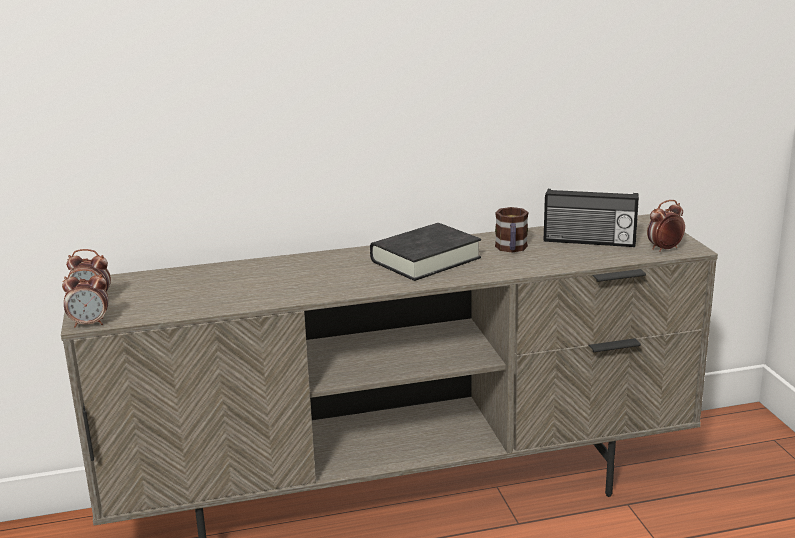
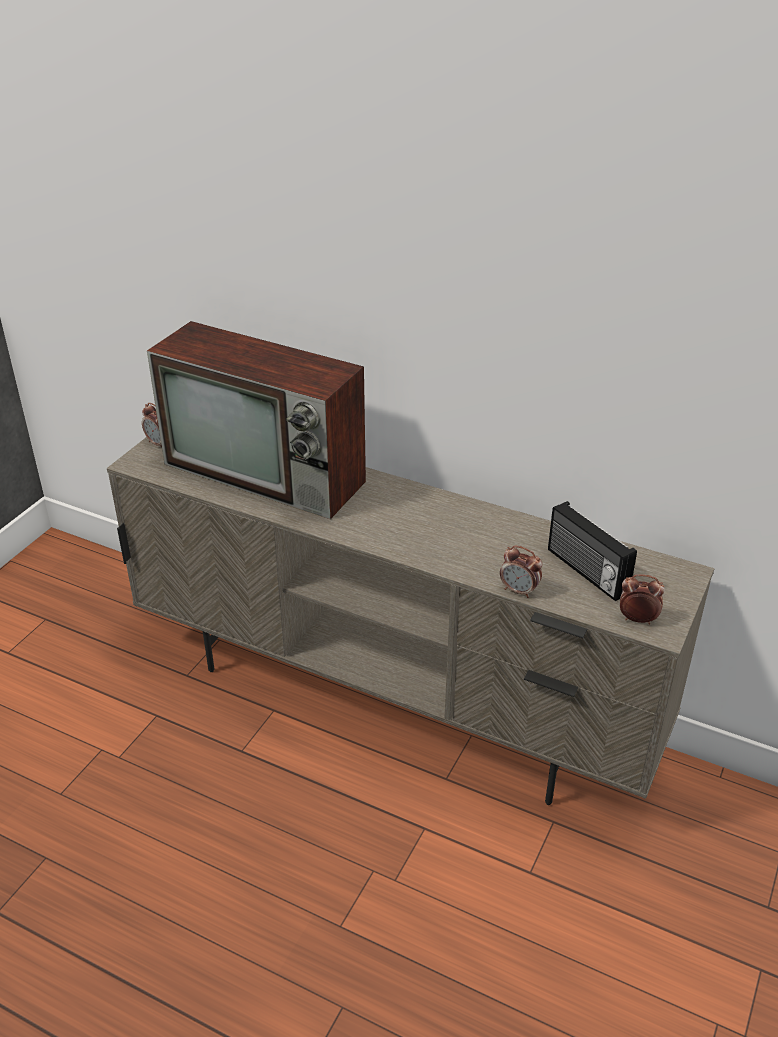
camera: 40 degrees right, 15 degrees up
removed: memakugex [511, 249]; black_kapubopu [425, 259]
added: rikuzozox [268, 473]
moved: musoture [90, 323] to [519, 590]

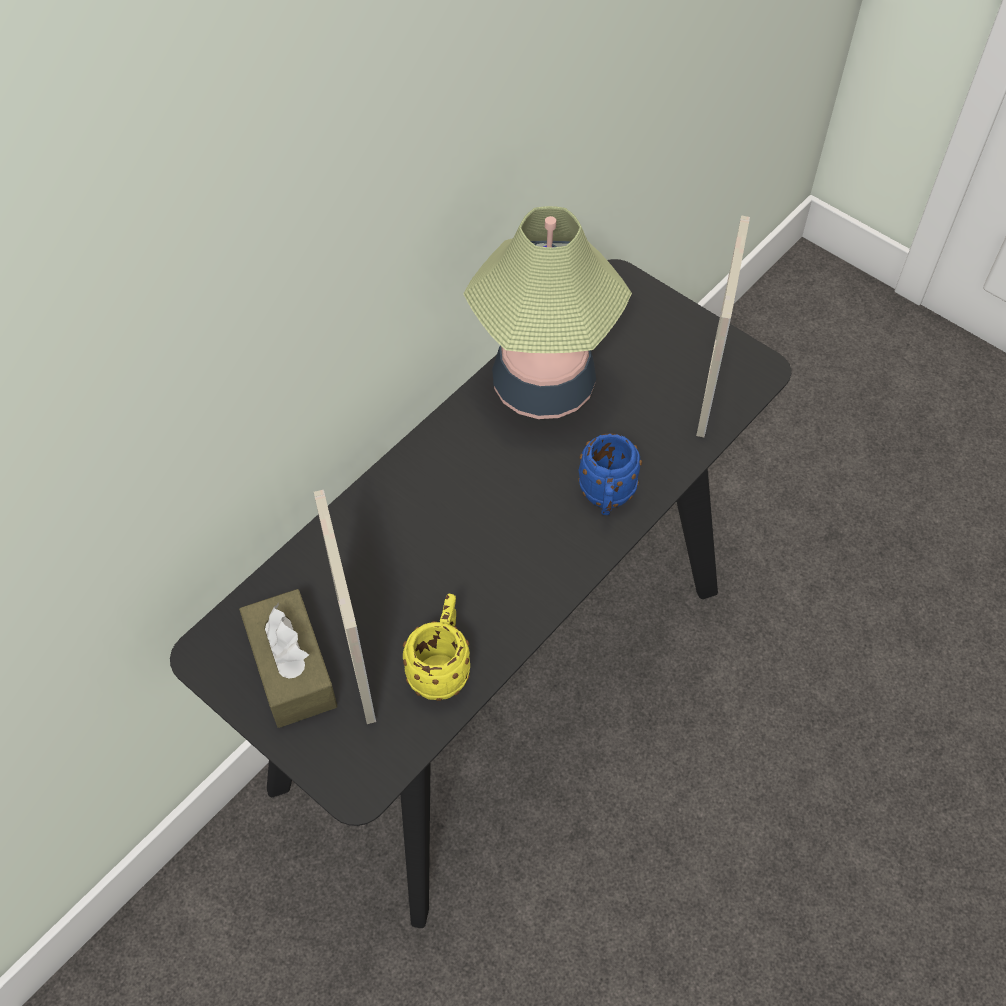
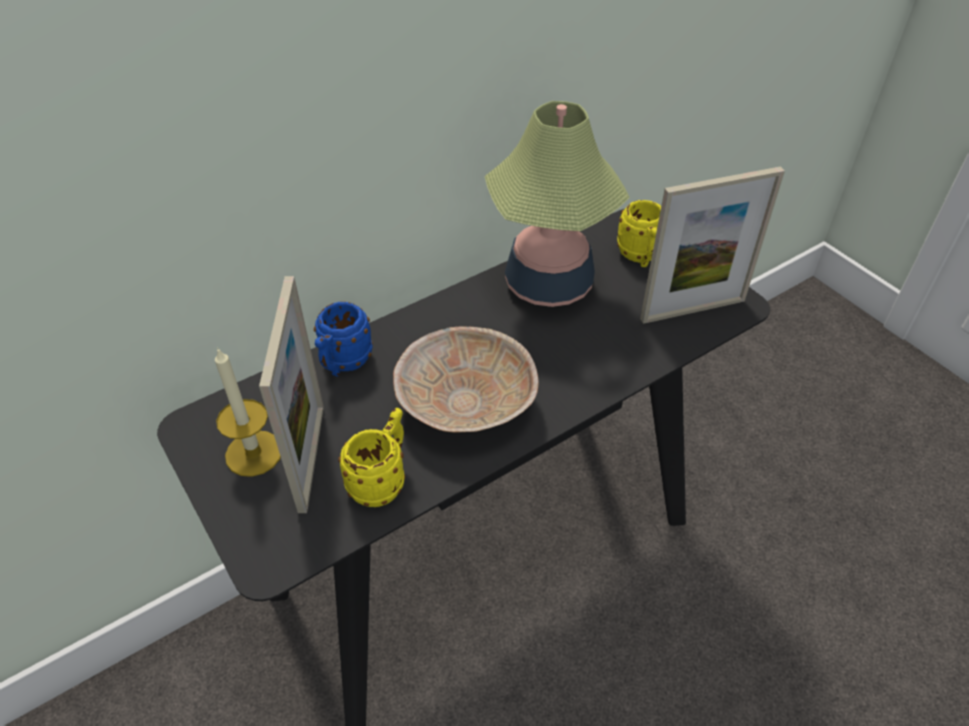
camera: 15 degrees right, 10 degrees down
added: yellow_memakugex [640, 257]; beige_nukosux [464, 401]
moved: blue_memakugex [606, 498] to [343, 364]
replaced: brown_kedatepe [291, 668] to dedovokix [254, 453]
turned: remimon [709, 387] = [692, 310] 45 degrees clockwise

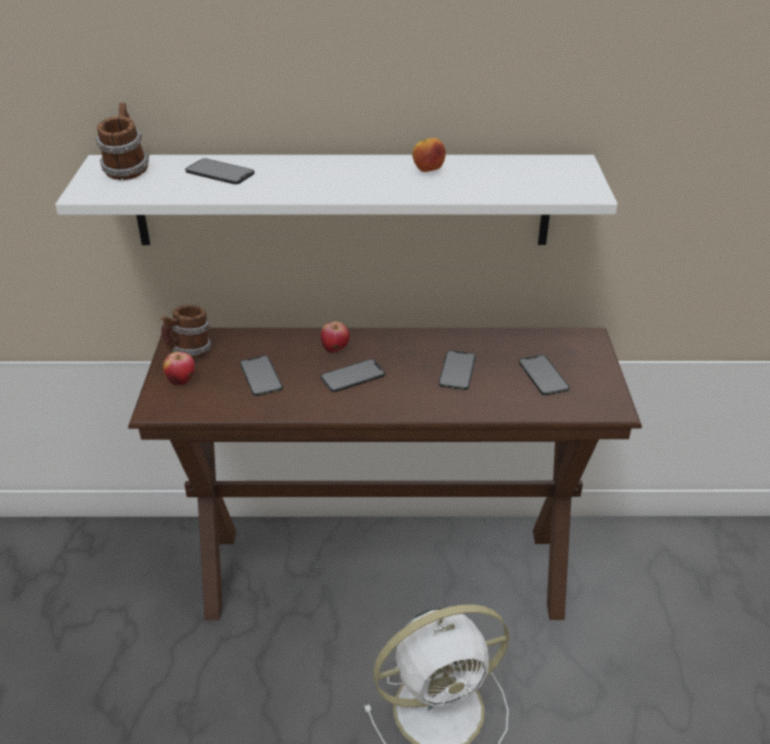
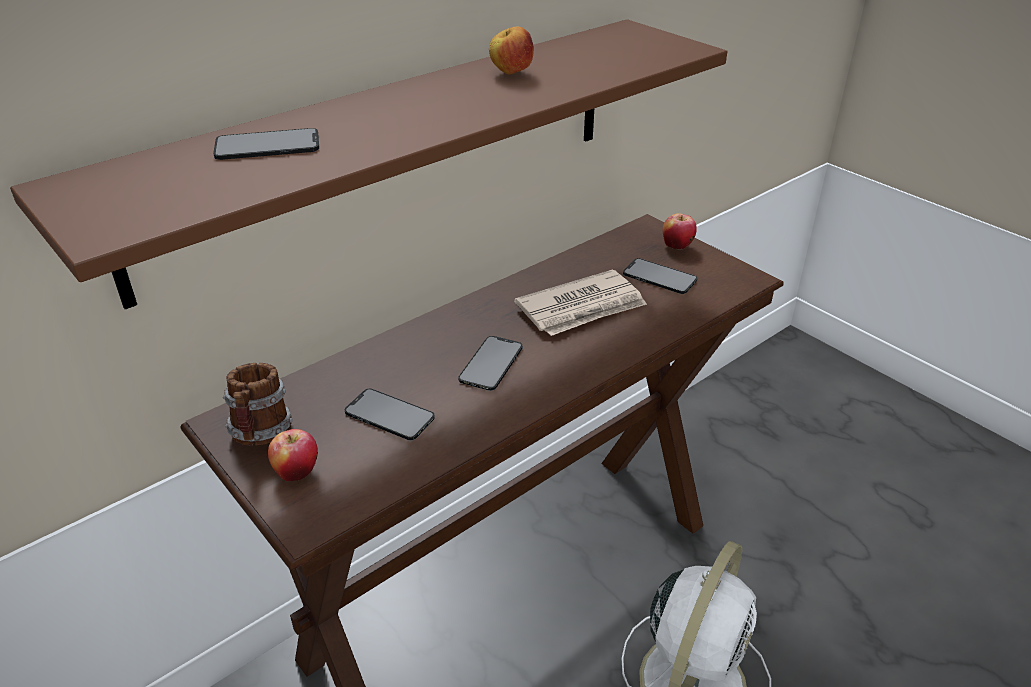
camera: 40 degrees left, 0 degrees up
removed: memakugex [126, 170]
moved: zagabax [335, 350] to [677, 246]
replaced: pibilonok [457, 370] to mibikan [582, 308]
recoloured: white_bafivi [342, 200] to brown_bafivi [389, 149]

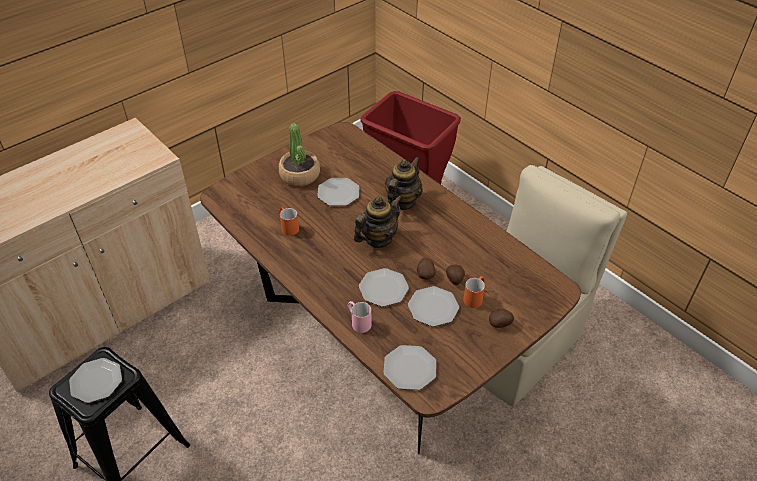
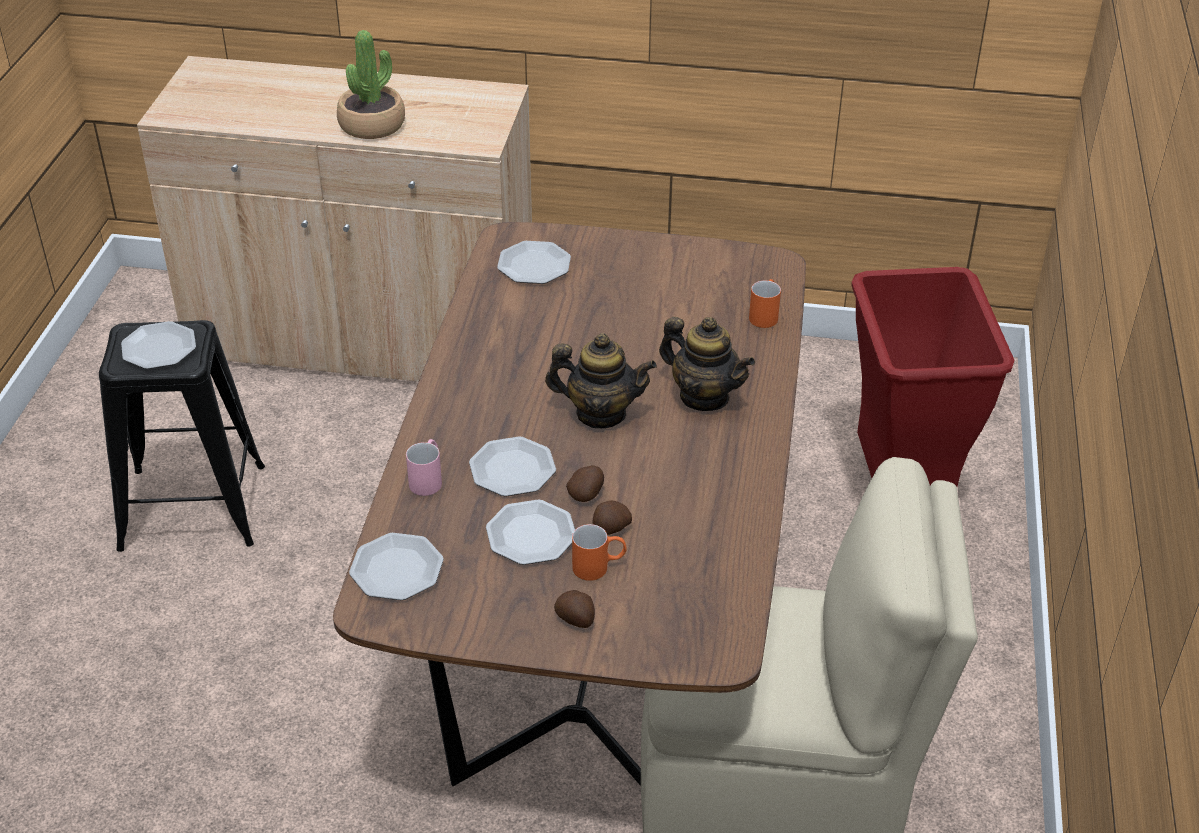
camera: 50 degrees right, 5 degrees down
moved: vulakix [300, 175] to [372, 125]; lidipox [339, 193] to [534, 265]; orange_memakugex [288, 227] to [765, 314]
turned: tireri [402, 202] = [704, 396] 45 degrees clockwise

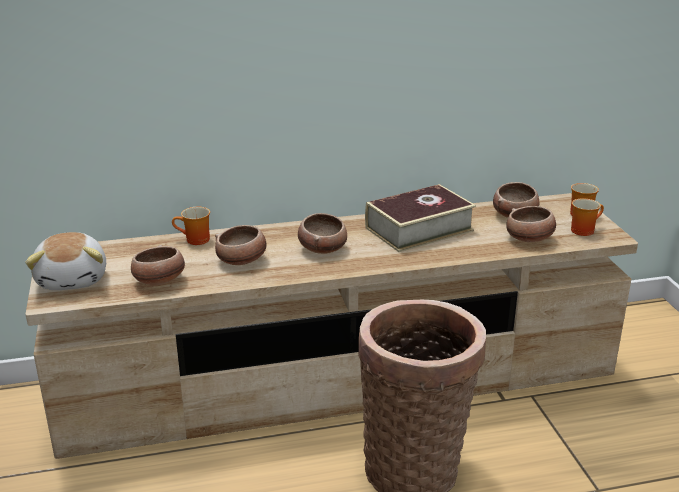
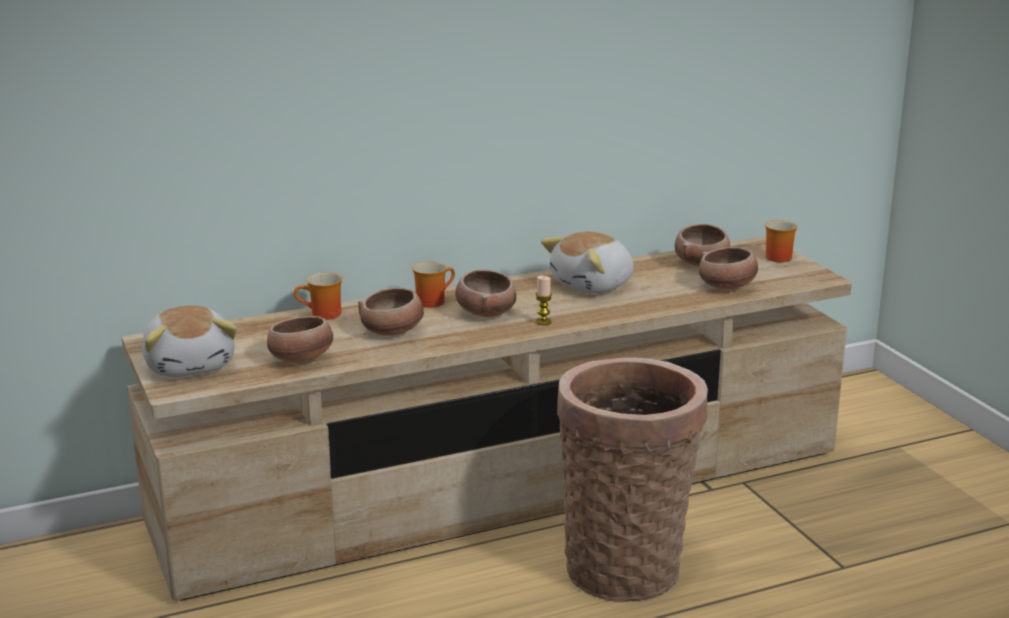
camera: 10 degrees left, 5 degrees down
added: dedovokix [543, 322]
moved: memakugex [583, 229] to [432, 301]
replaced: kapubopu [419, 229] to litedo [593, 285]

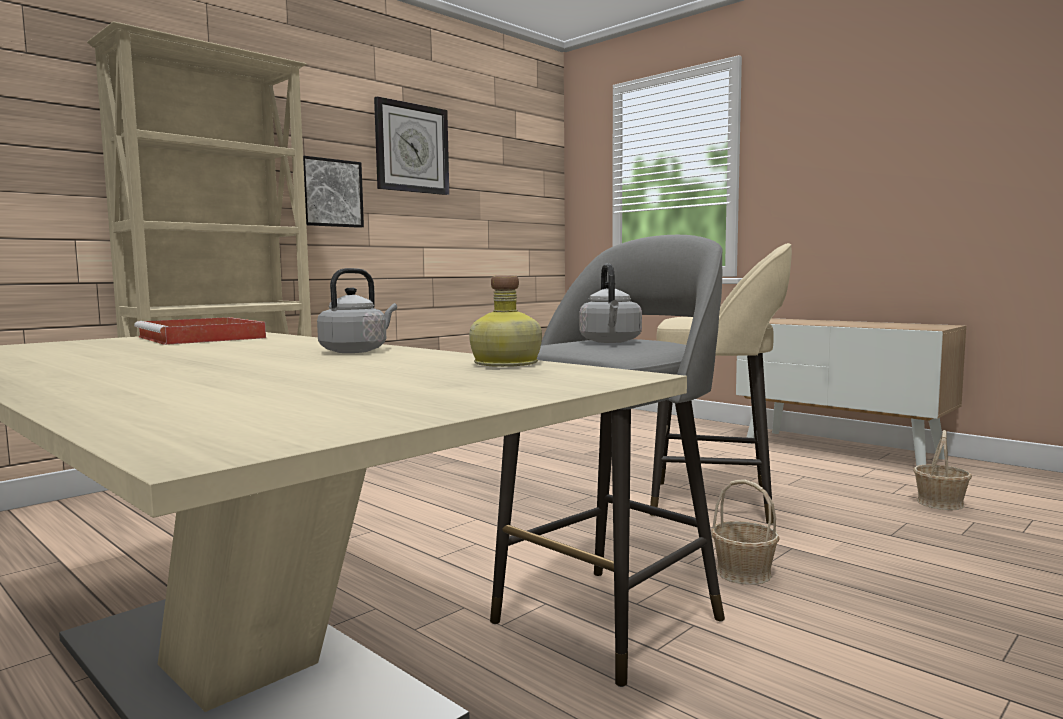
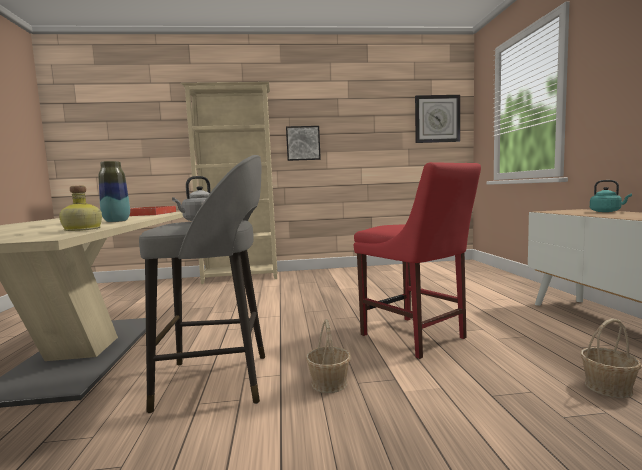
camera: 40 degrees right, 0 degrees up
added: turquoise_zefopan [607, 211]
moved: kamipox [411, 148] to [437, 119]
replaced: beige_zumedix [716, 502] to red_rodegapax [416, 338]; grey_zefopan [356, 351] to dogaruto [116, 221]

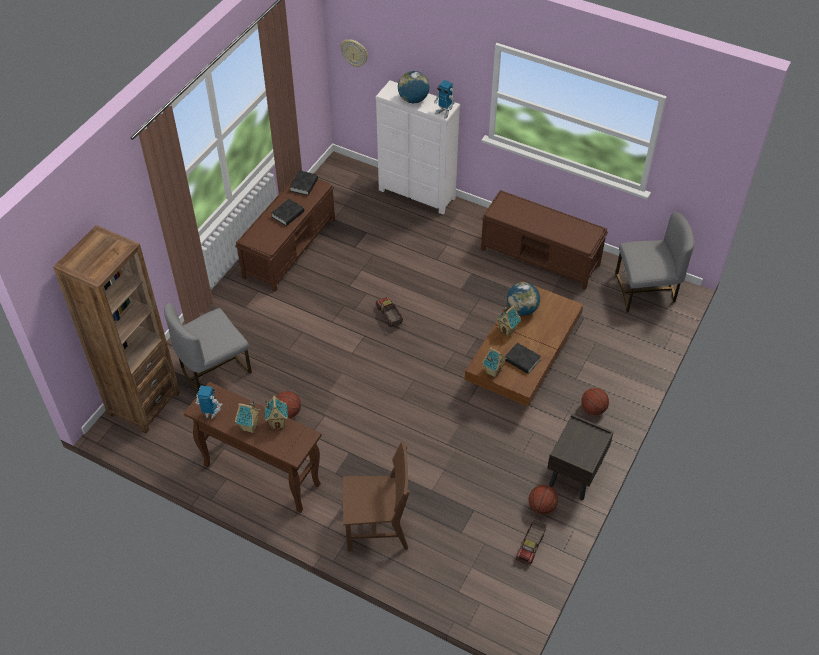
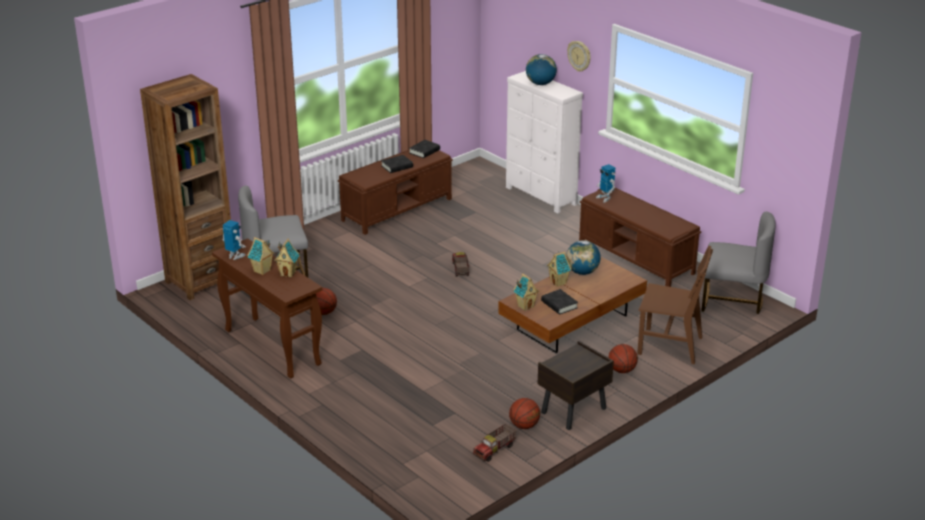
camera: 20 degrees right, 20 degrees down
moved: kamipox [354, 52] to [579, 56]; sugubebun [444, 112] to [605, 198]; brown_rodegapax [377, 527] to [670, 346]

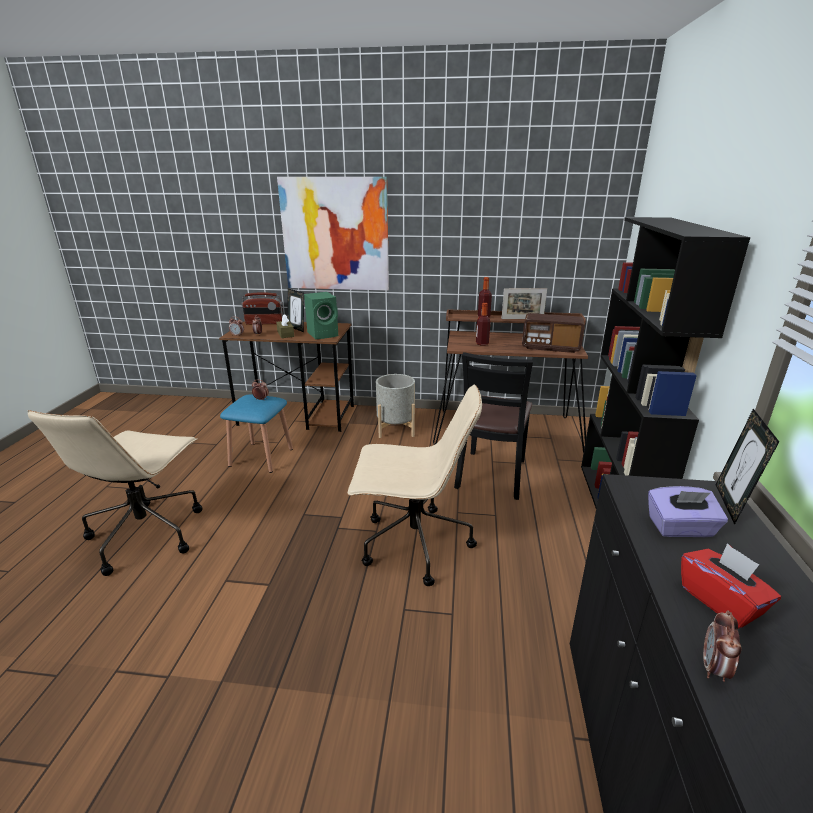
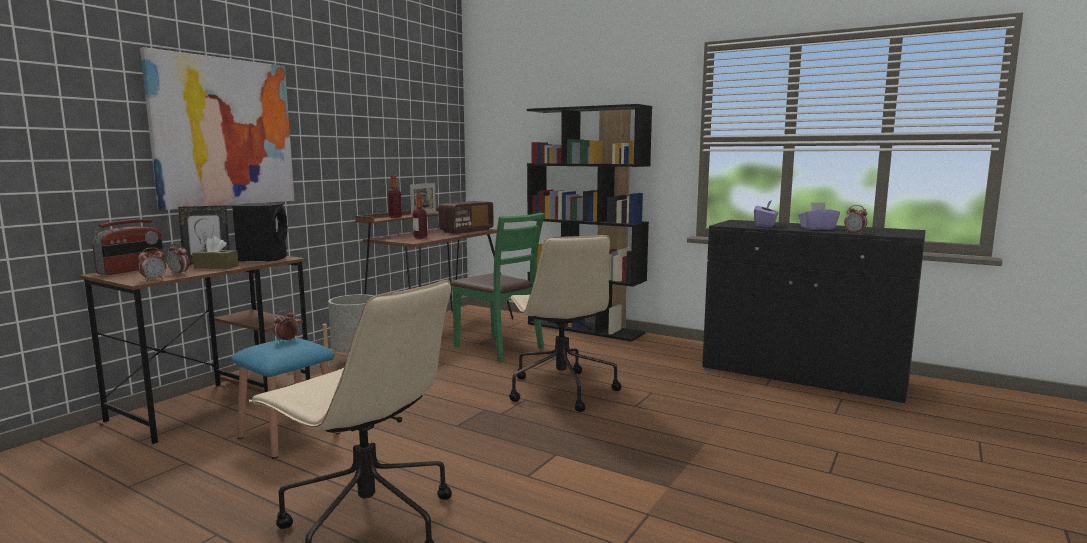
camera: 65 degrees left, 15 degrees down
removed: remimon [730, 504]
recoloured: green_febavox [324, 334] to black_febavox [264, 258]; black_rodegapax [491, 474] to green_rodegapax [499, 348]; red_kedatepe [720, 601] to purple_kedatepe [817, 228]
turned: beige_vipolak [413, 544] = [560, 389] 135 degrees clockwise

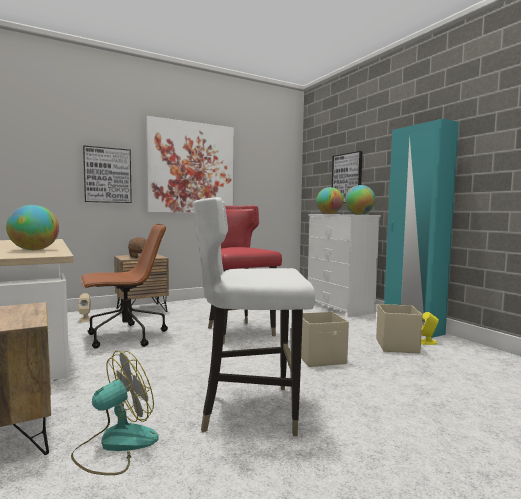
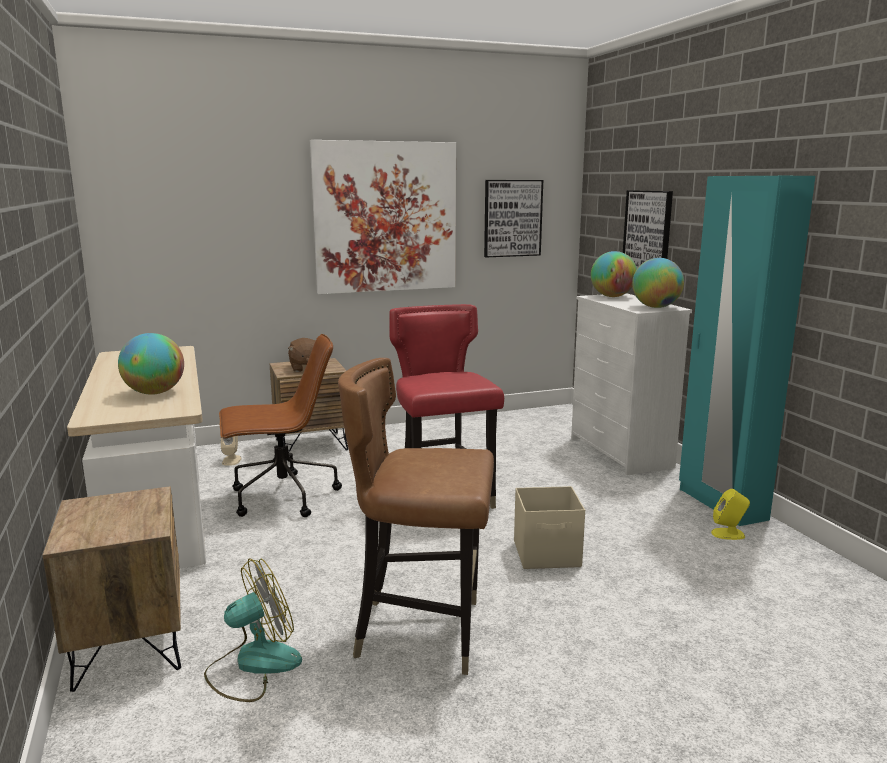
camera: 10 degrees right, 10 degrees up
removed: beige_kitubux [397, 346]
moved: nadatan [107, 175] to [512, 218]
recoloured: white_rodegapax [251, 410] to brown_rodegapax [422, 632]

